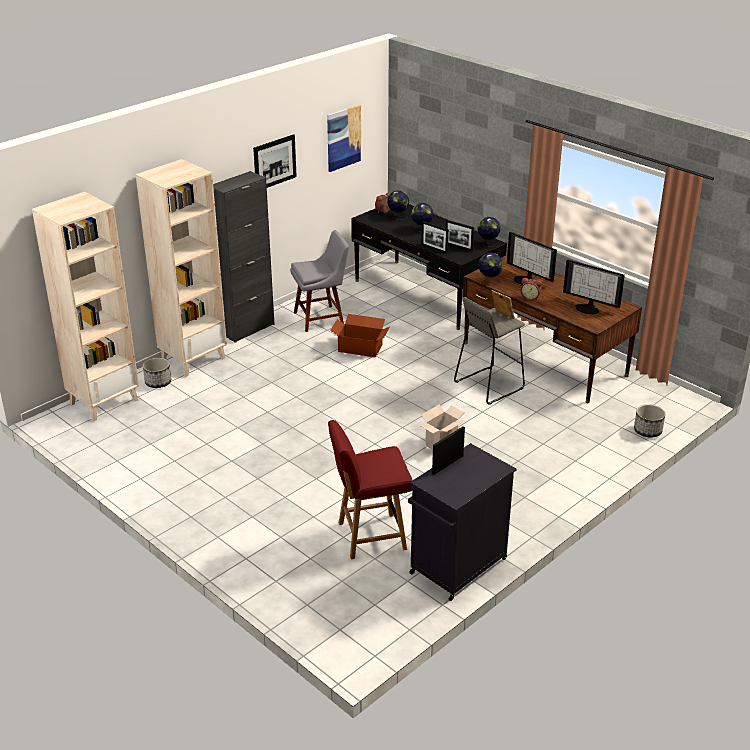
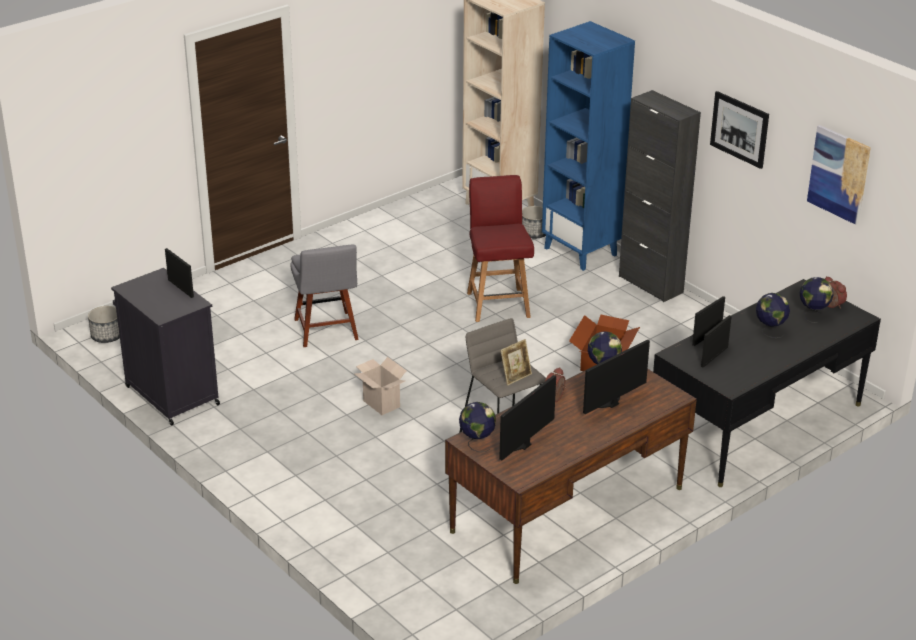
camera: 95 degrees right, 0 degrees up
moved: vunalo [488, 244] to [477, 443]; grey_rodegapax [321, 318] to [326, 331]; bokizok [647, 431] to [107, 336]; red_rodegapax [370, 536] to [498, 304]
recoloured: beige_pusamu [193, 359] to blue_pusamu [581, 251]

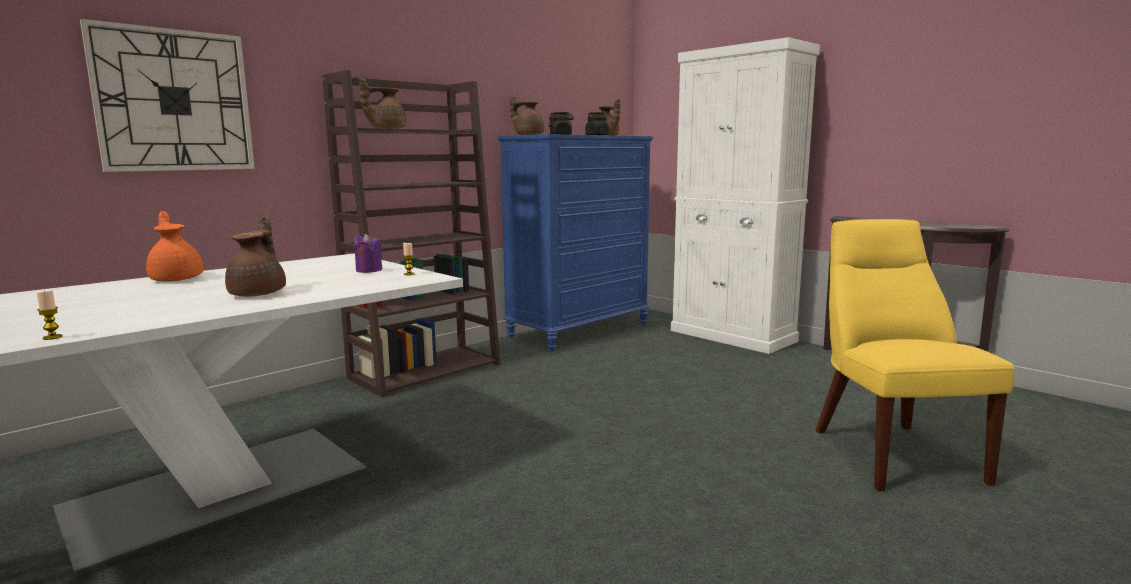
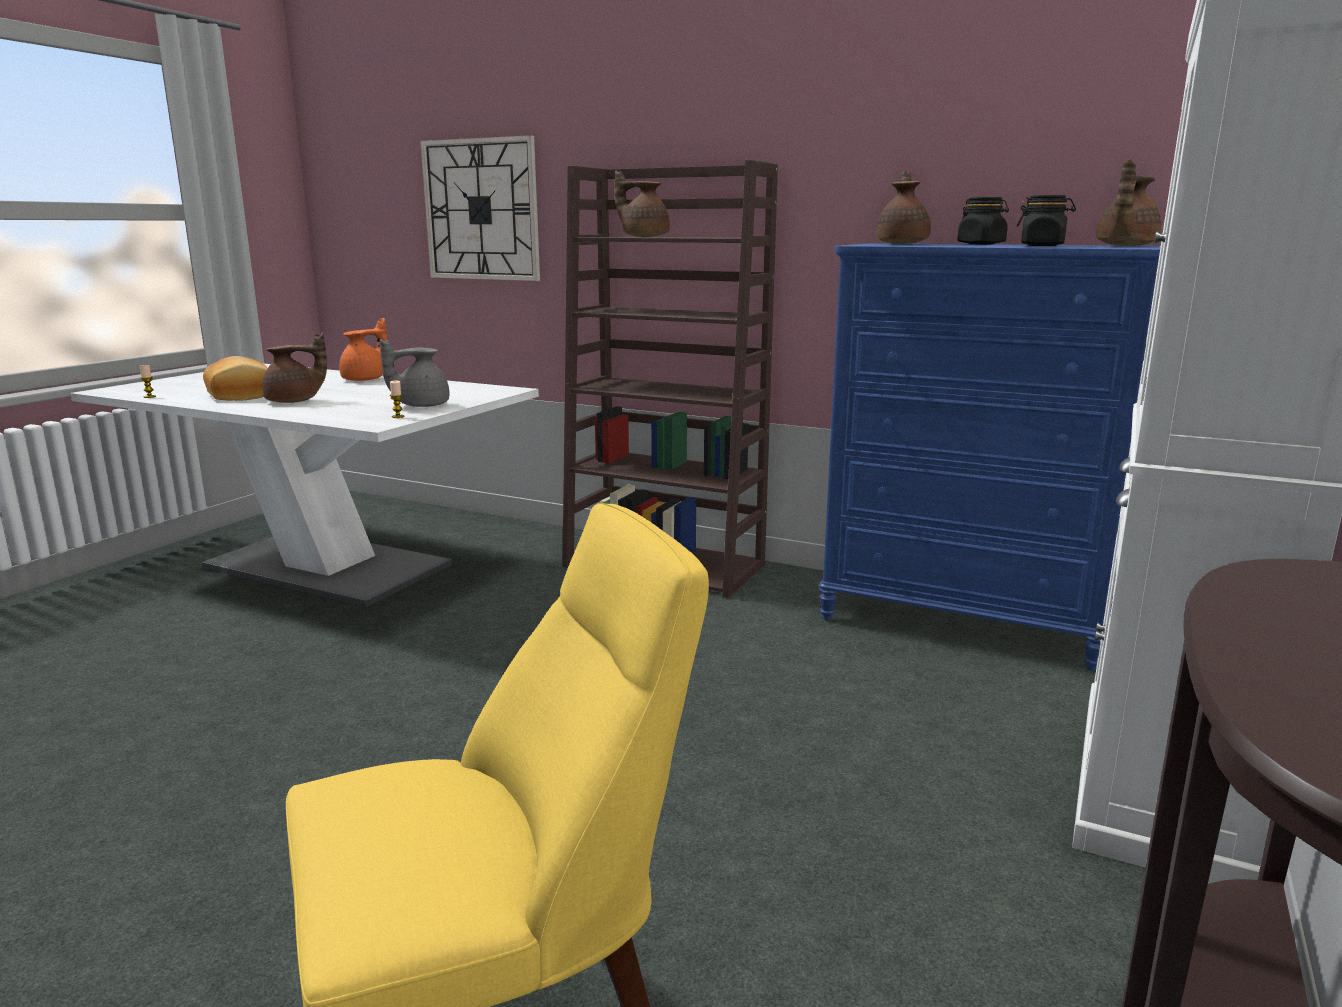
camera: 70 degrees right, 5 degrees up
added: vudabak [243, 395]
replaced: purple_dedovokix [369, 270] to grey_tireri [420, 405]

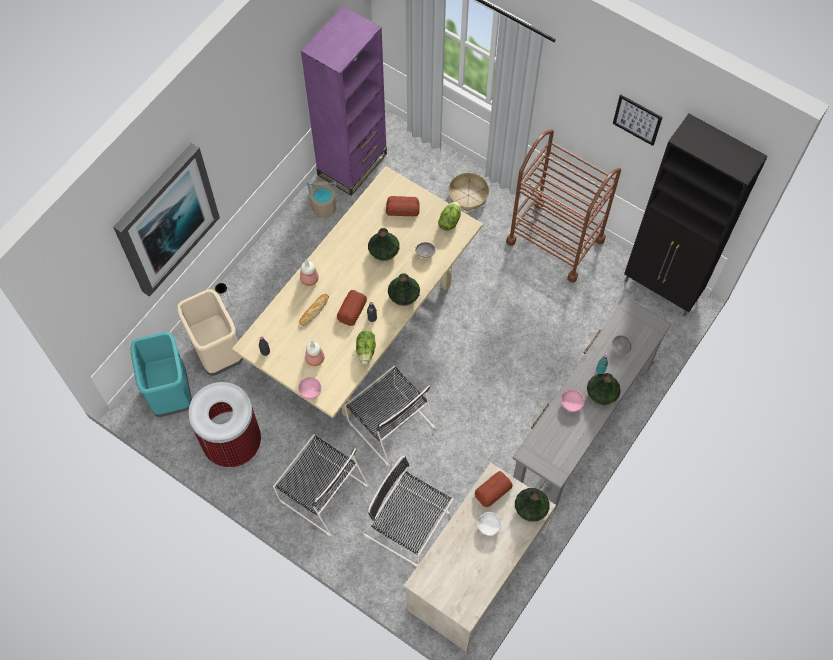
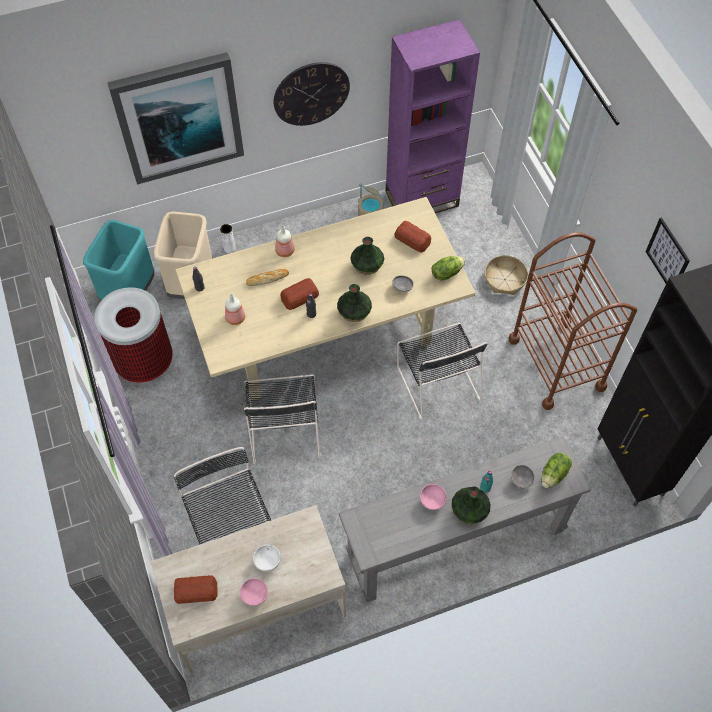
camera: 35 degrees right, 5 degrees down
removed: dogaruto [531, 508]
added: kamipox [311, 94]
moved: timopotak [366, 350] to [554, 474]; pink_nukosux [311, 391] to [255, 595]; black_rodegapax [321, 491] to [437, 381]; vudabak [494, 490] to [196, 591]

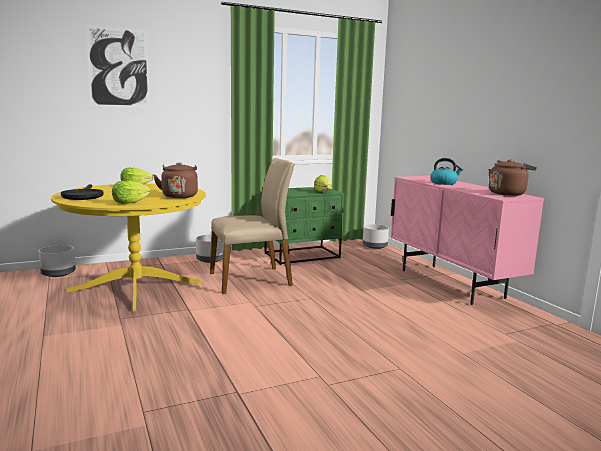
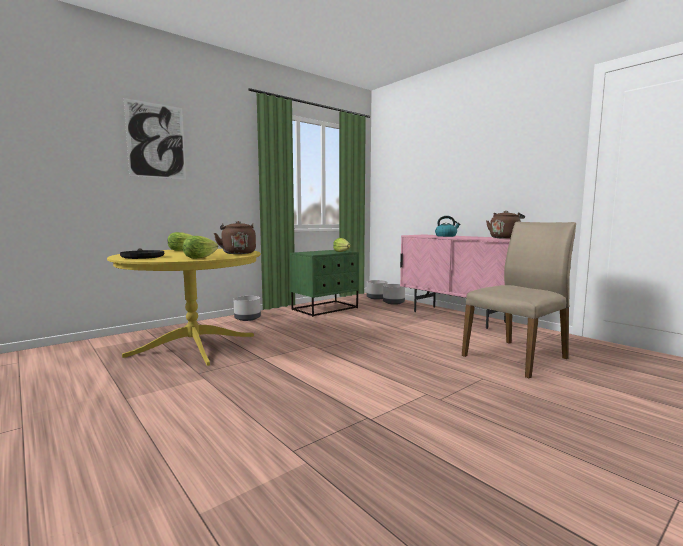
camera: 15 degrees left, 5 degrees down
moved: beige_rodegapax [251, 279] to [516, 357]; grey_bokizok [58, 273] to [393, 303]

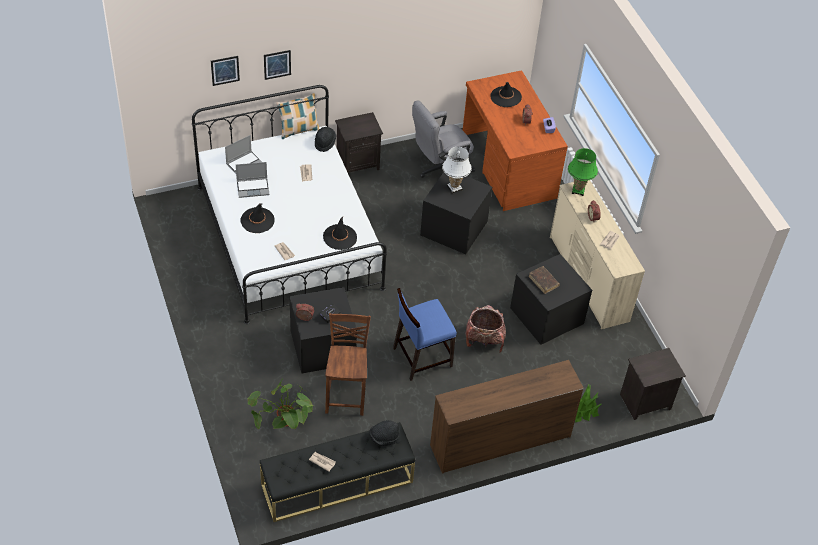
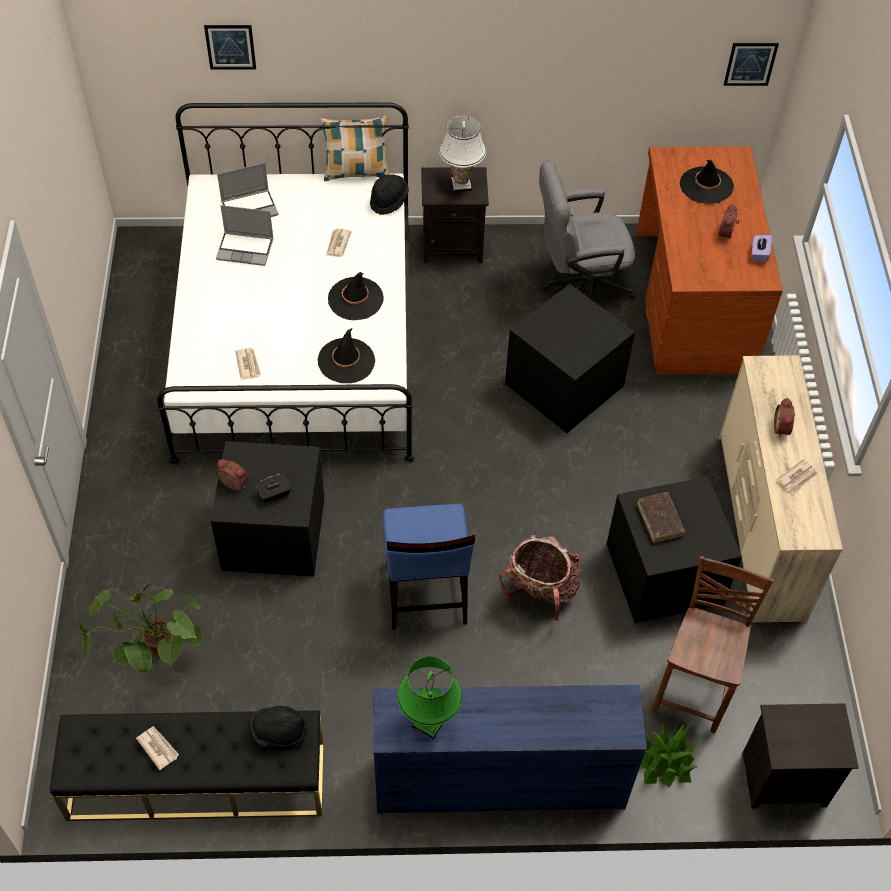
camera: 20 degrees right, 5 degrees up
moved: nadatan [277, 64] to [750, 64]; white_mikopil [454, 188] to [461, 185]; green_mikopil [578, 190] to [429, 723]; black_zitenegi [257, 220] to [355, 299]; brown_rodegapax [346, 395] to [694, 689]
recoloured: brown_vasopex [499, 440] to blue_vasopex [499, 780]
turned: blue_rodegapax [421, 357] = [425, 593] 90 degrees counterclockwise

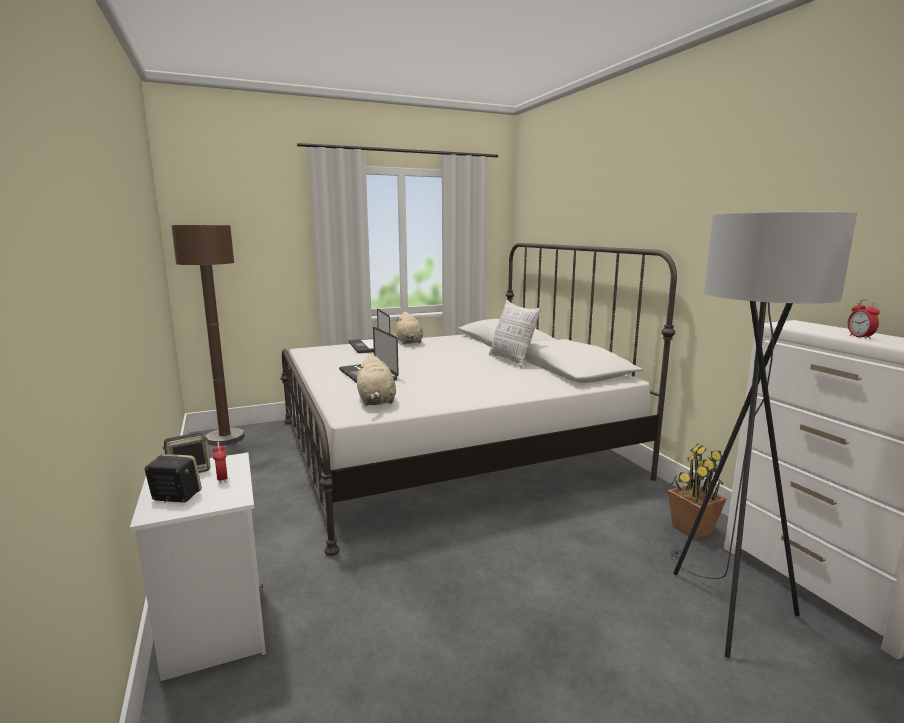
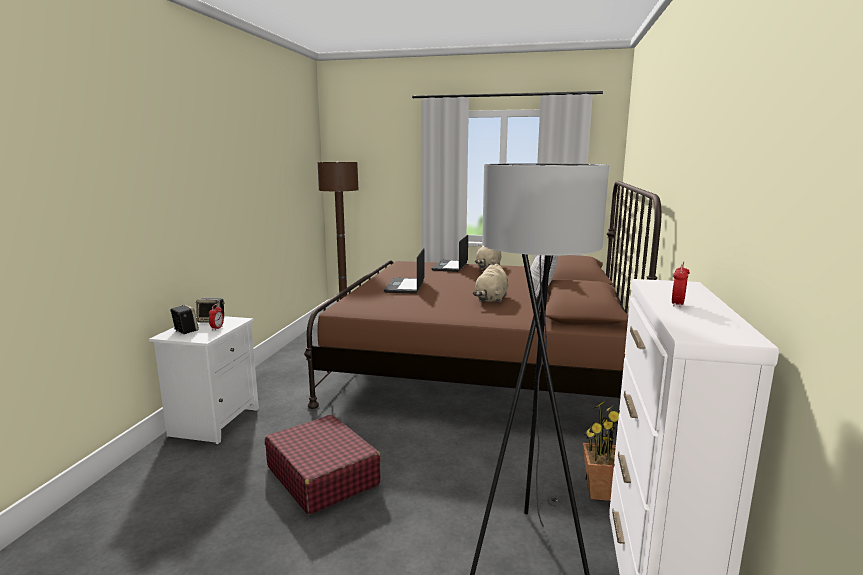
camera: 35 degrees right, 0 degrees up
added: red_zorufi [322, 475]
moved: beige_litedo [376, 401] to [491, 299]
recoloured: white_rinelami [448, 447] to brown_rinelami [482, 364]

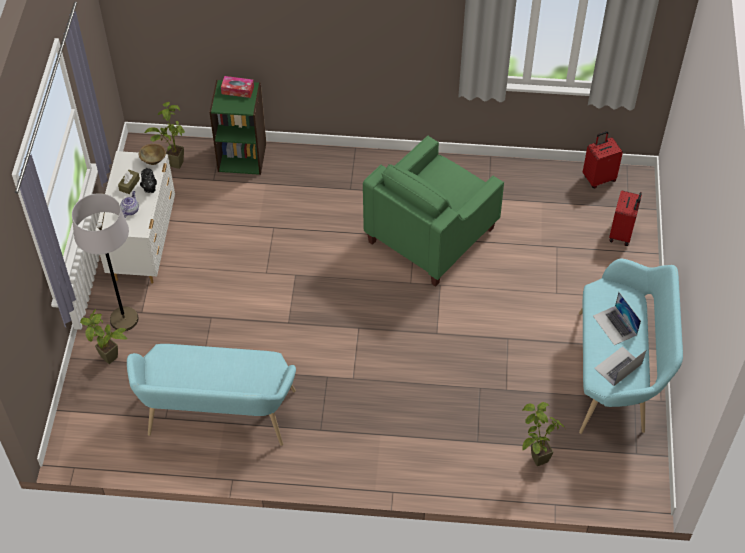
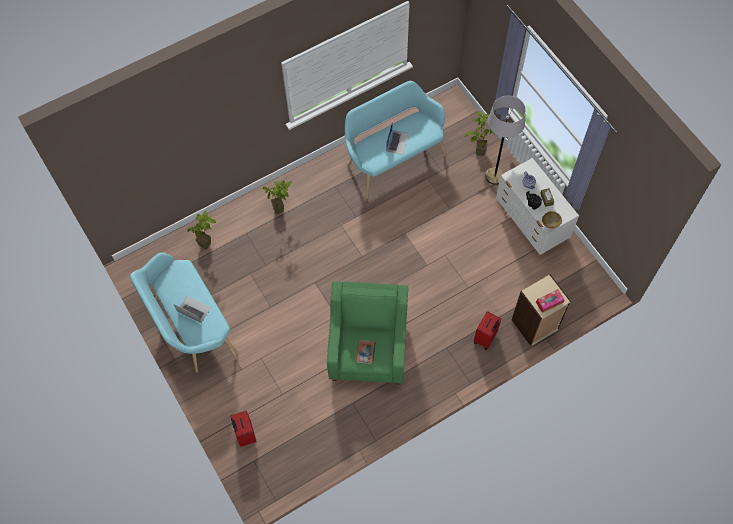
camera: 145 degrees right, 10 degrees up
added: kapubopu [365, 352]
moved: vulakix [172, 162] to [282, 210]; red_zorufi [598, 178] to [485, 338]; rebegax [618, 366] to [397, 142]
recoloured: green_pusamu [242, 156] to beige_pusamu [535, 325]

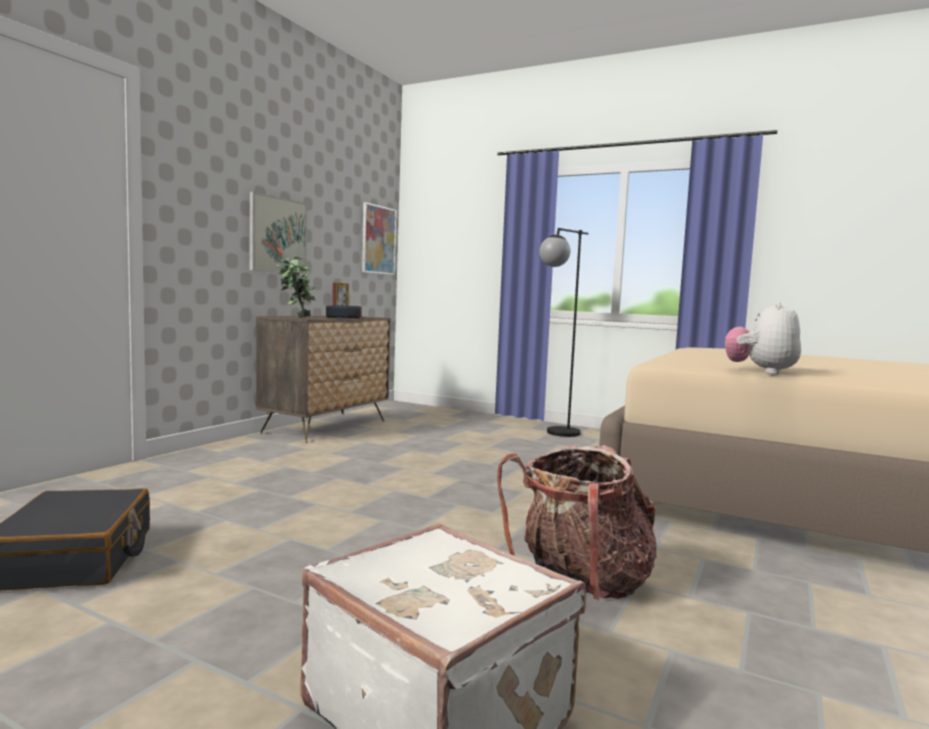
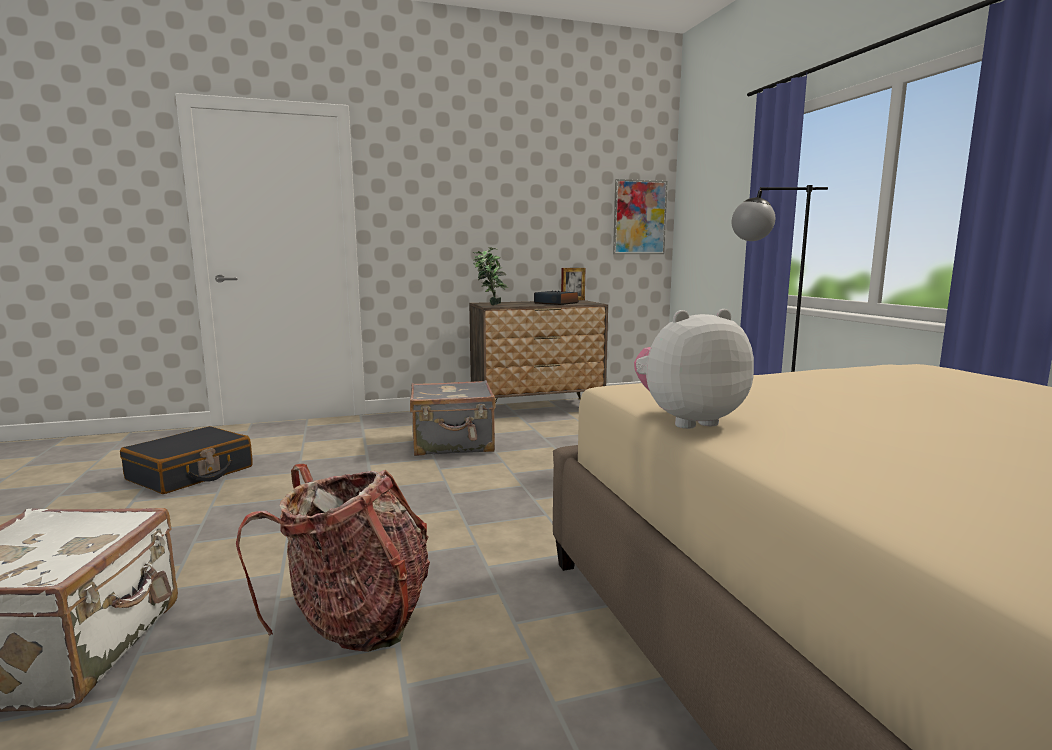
camera: 45 degrees right, 5 degrees up
removed: nadatan [278, 235]
added: grey_zorufi [453, 445]

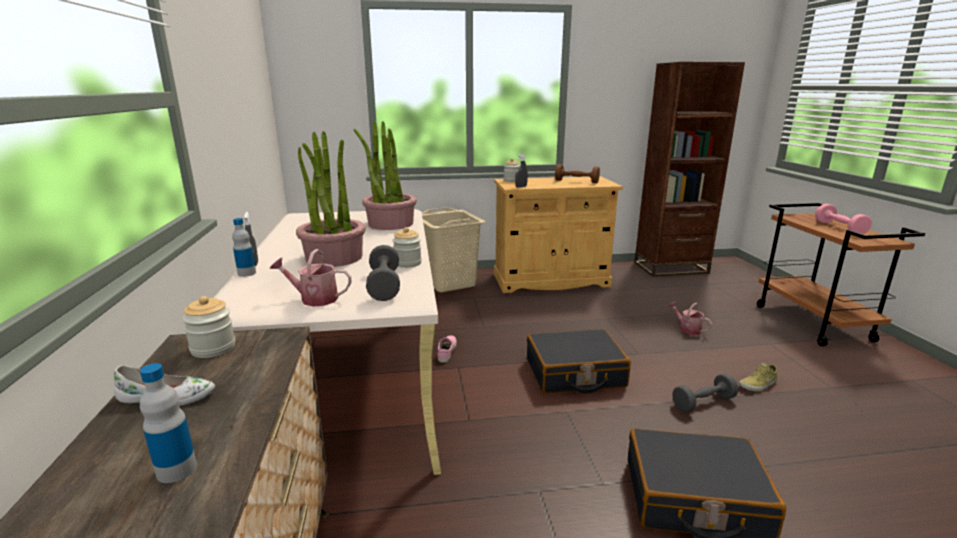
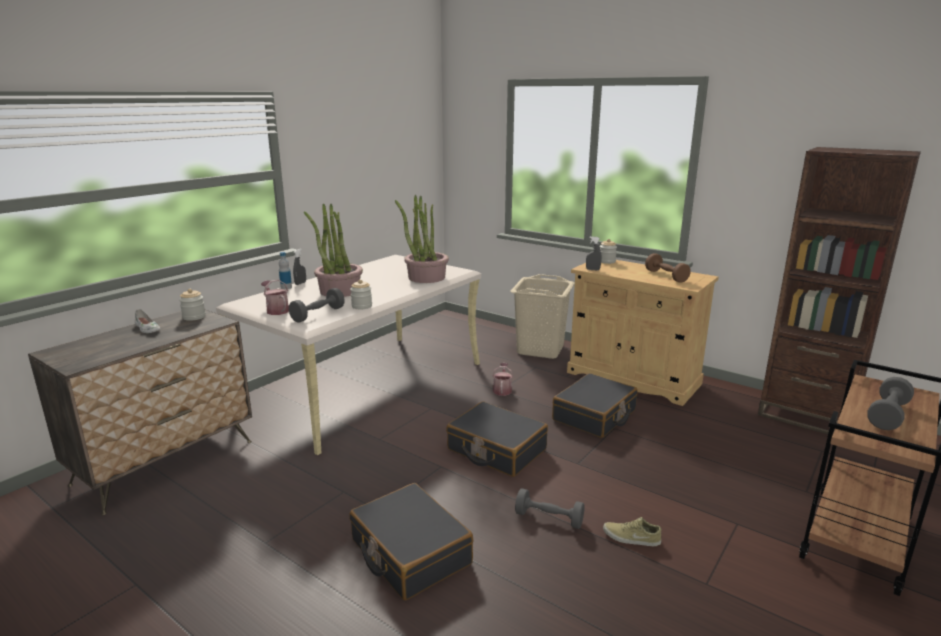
camera: 45 degrees right, 0 degrees up
removed: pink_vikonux [446, 351]; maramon [176, 470]
added: black_zorufi [594, 416]
moved: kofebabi [687, 329] to [502, 389]
recoloured: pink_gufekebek [839, 228] to grey_gufekebek [887, 415]

